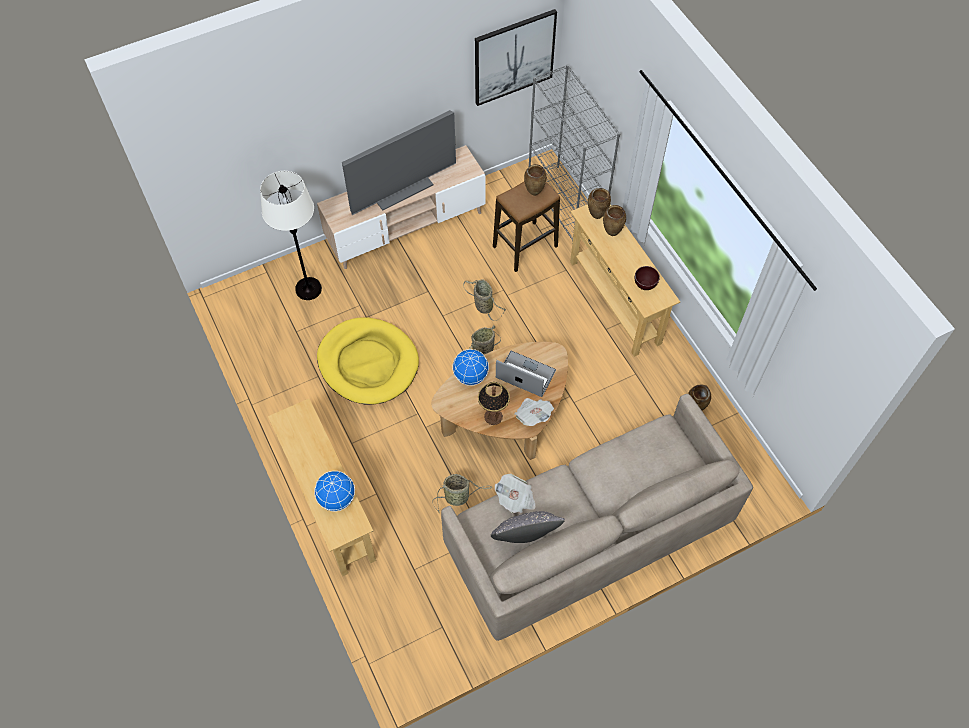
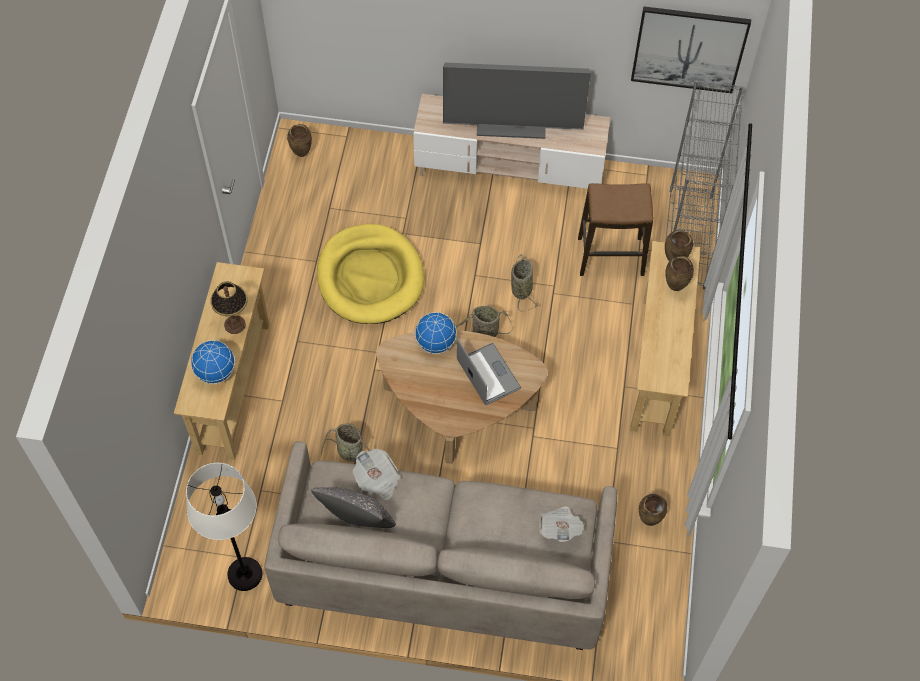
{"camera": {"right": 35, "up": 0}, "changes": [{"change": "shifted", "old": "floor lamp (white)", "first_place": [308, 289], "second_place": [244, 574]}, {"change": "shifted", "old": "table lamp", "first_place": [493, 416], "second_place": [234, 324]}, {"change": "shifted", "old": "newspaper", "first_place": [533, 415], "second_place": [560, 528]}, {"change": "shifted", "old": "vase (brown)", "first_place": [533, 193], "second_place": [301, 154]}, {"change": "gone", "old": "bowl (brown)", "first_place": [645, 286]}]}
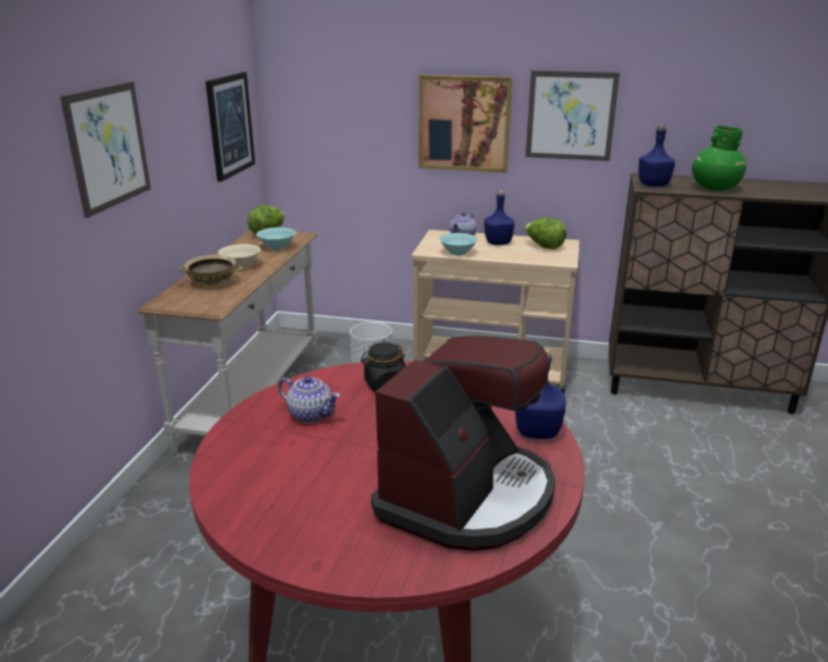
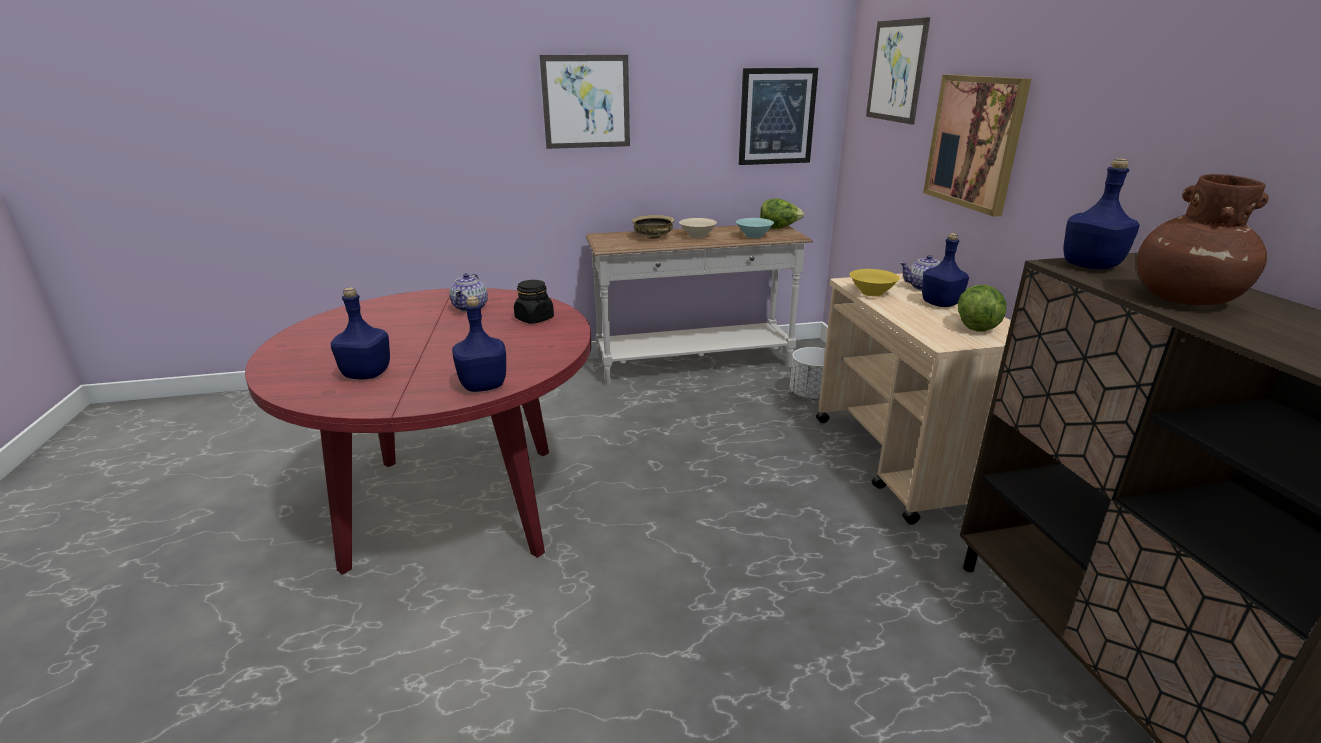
{"camera": {"right": 65, "up": 0}, "changes": [{"change": "swapped", "old": "coffee machine", "new": "bottle (blue)", "first_place": [467, 496], "second_place": [368, 374]}, {"change": "repainted", "old": "bowl (turquoise)", "new": "bowl (yellow)", "first_place": [458, 252], "second_place": [872, 293]}, {"change": "shifted", "old": "picture", "first_place": [570, 116], "second_place": [896, 71]}, {"change": "repainted", "old": "vase (green)", "new": "vase (brown)", "first_place": [714, 188], "second_place": [1183, 298]}]}
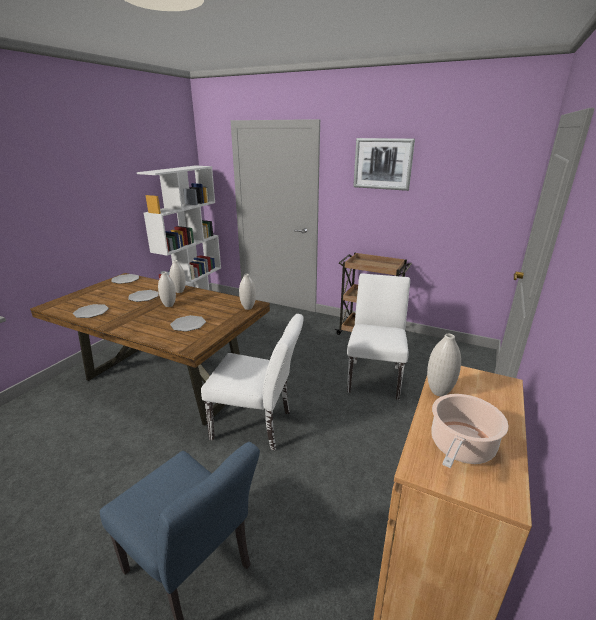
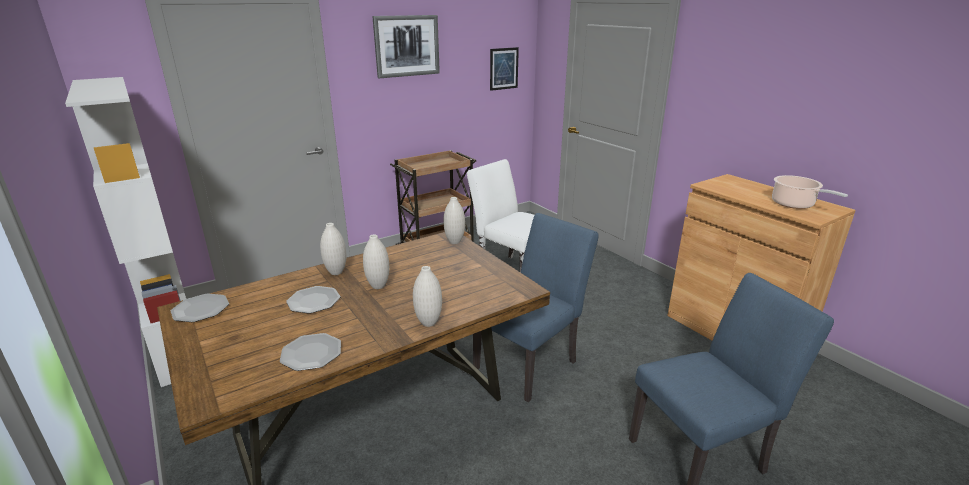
{"camera": {"right": -60, "up": 0}, "changes": [{"change": "gone", "old": "plate", "first_place": [188, 324]}, {"change": "repainted", "old": "chair (white)", "new": "chair (blue)", "first_place": [258, 426], "second_place": [531, 362]}, {"change": "shifted", "old": "vase (white)", "first_place": [439, 392], "second_place": [428, 323]}, {"change": "new", "new": "picture", "second_place": [504, 68]}]}
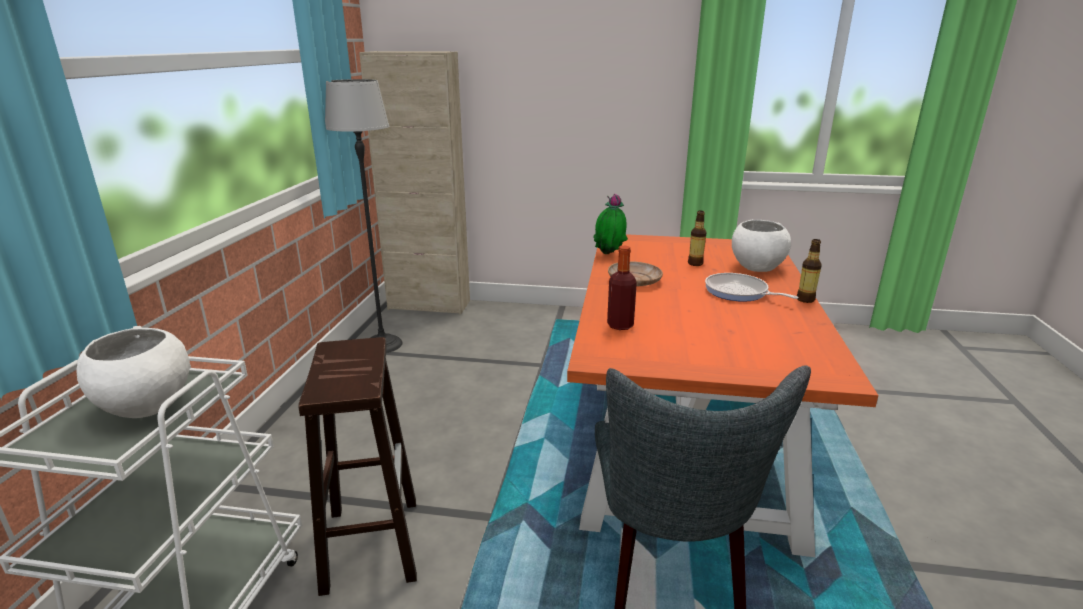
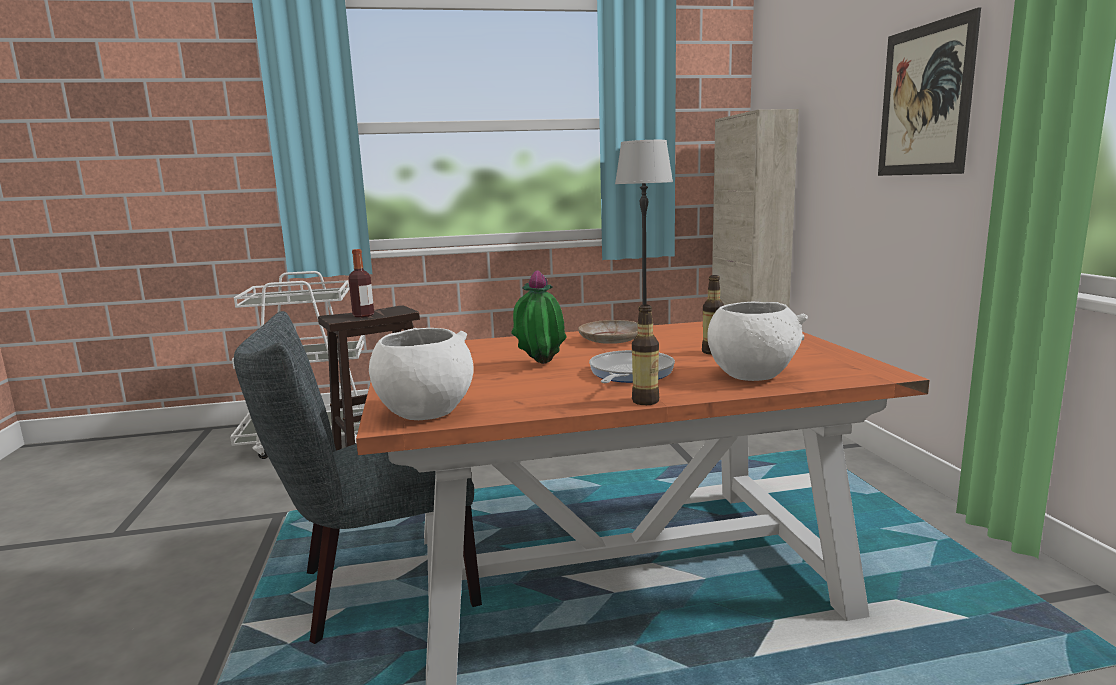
{"camera": {"right": 70, "up": -10}, "changes": [{"change": "shifted", "old": "bowl (white)", "first_place": [146, 406], "second_place": [425, 412]}, {"change": "shifted", "old": "potted plant", "first_place": [609, 255], "second_place": [539, 365]}, {"change": "shifted", "old": "bottle", "first_place": [620, 325], "second_place": [363, 315]}, {"change": "new", "new": "picture", "second_place": [925, 100]}]}
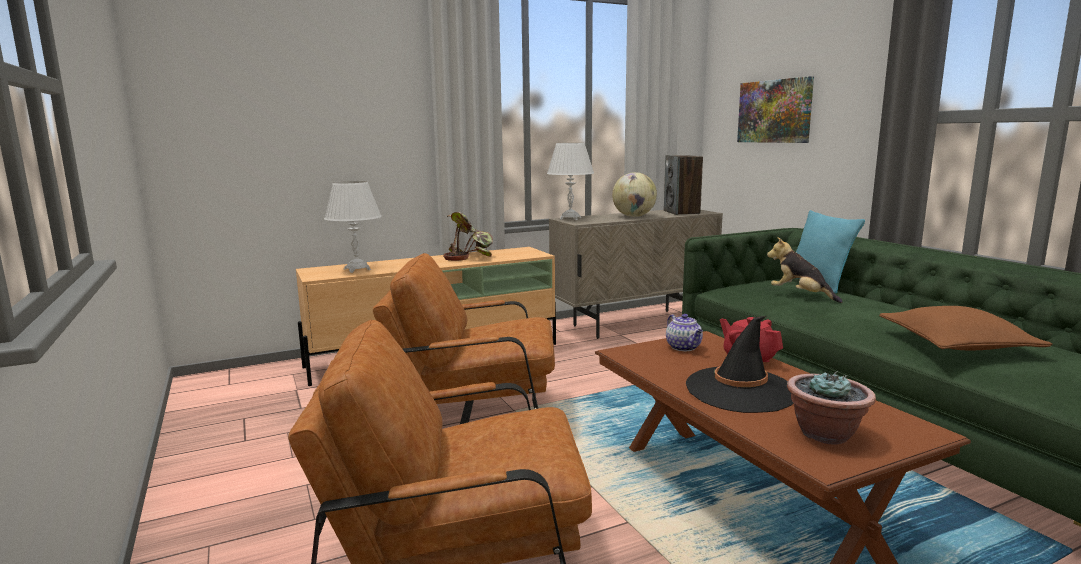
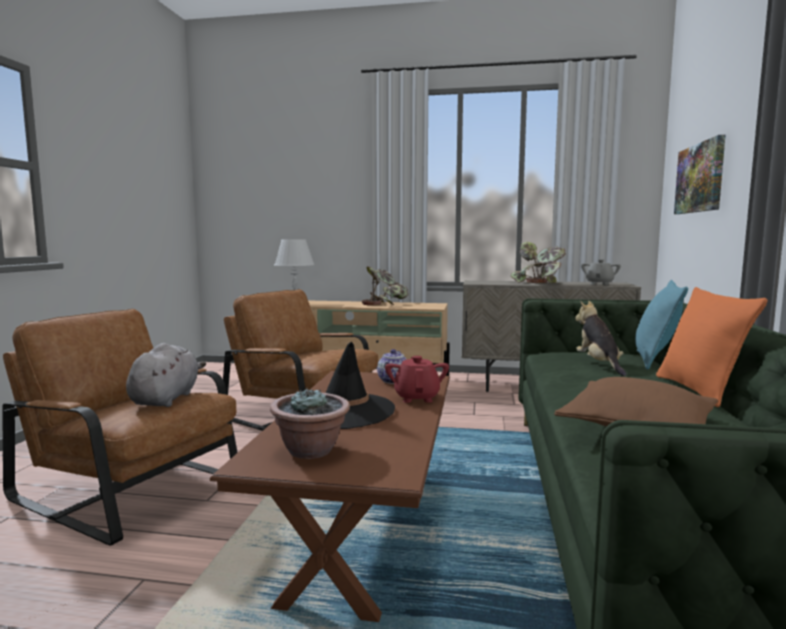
{"camera": {"right": 35, "up": -5}, "changes": [{"change": "gone", "old": "table lamp (white)", "first_place": [570, 219]}, {"change": "swapped", "old": "globe", "new": "potted plant", "first_place": [634, 216], "second_place": [539, 283]}, {"change": "swapped", "old": "speaker", "new": "teapot (grey)", "first_place": [682, 212], "second_place": [599, 284]}, {"change": "new", "new": "plush toy (grey)", "second_place": [166, 399]}, {"change": "new", "new": "pillow (orange)", "second_place": [699, 390]}]}
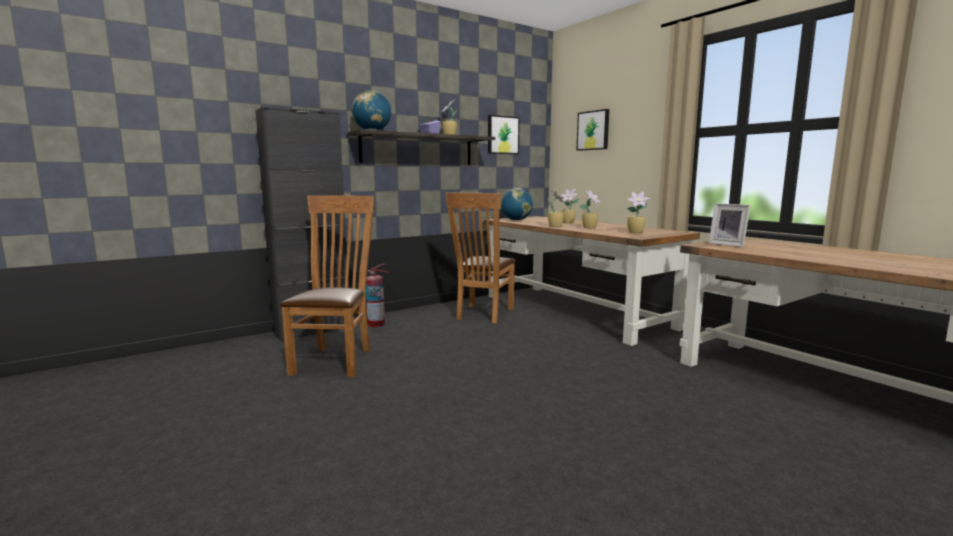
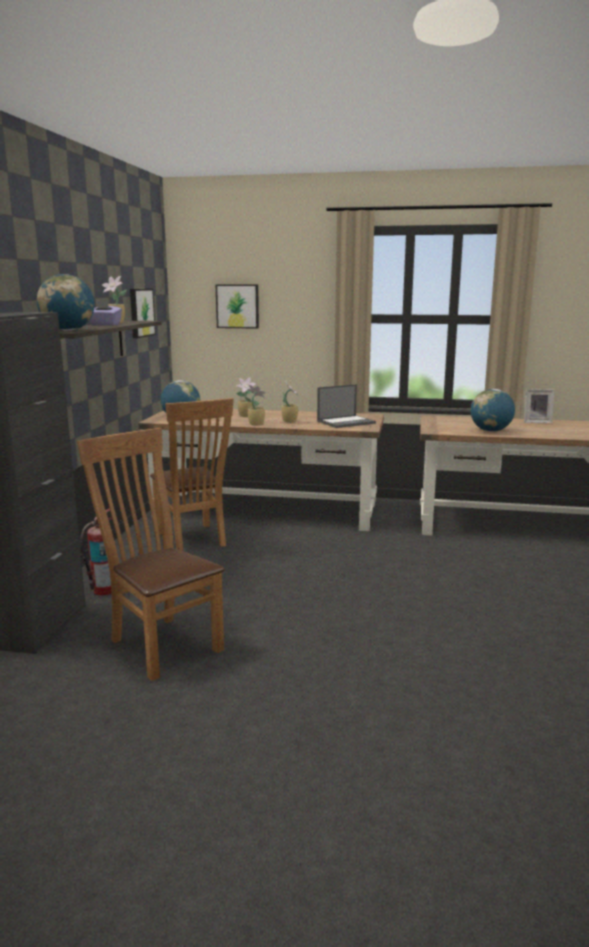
{"camera": {"right": -45, "up": 5}, "changes": [{"change": "swapped", "old": "potted plant", "new": "laptop", "first_place": [636, 232], "second_place": [346, 422]}, {"change": "shifted", "old": "picture frame", "first_place": [728, 244], "second_place": [536, 422]}, {"change": "new", "new": "globe", "second_place": [490, 431]}]}
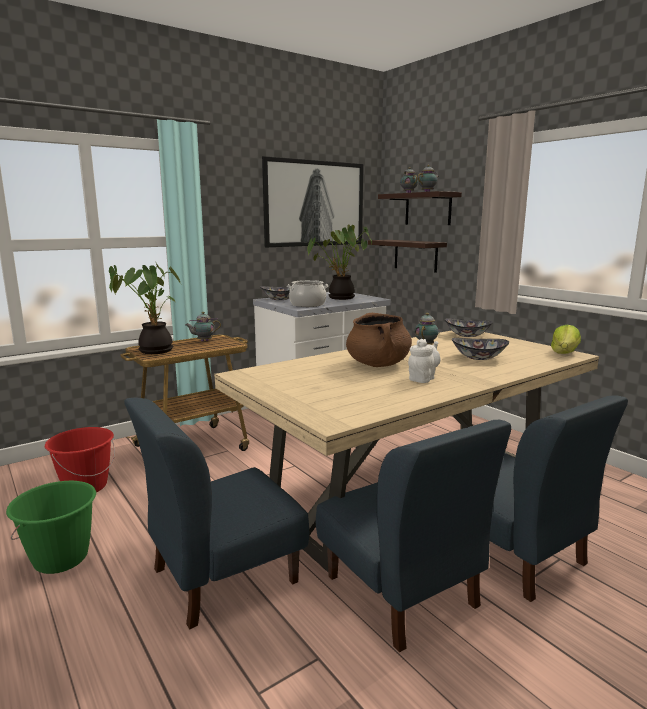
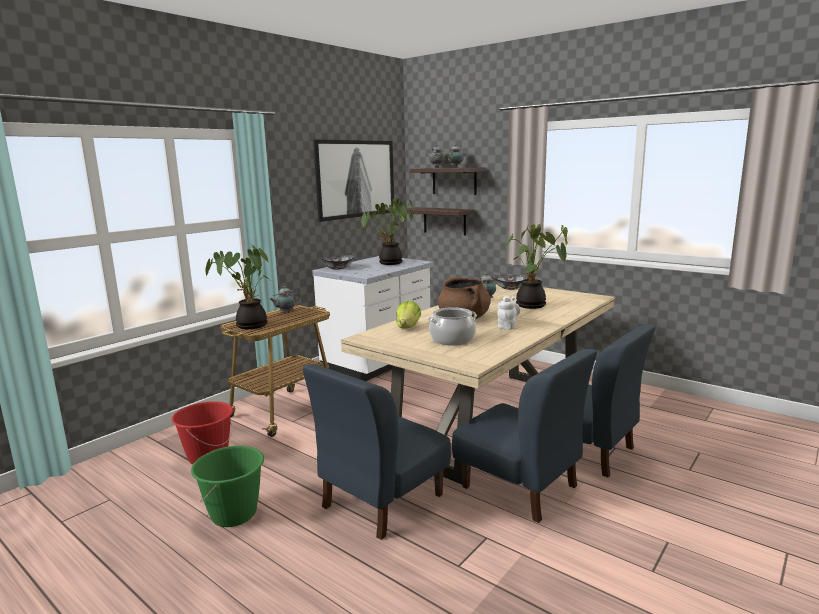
{"camera": {"right": -15, "up": 0}, "changes": [{"change": "shifted", "old": "cooking pot", "first_place": [307, 304], "second_place": [452, 340]}, {"change": "swapped", "old": "bowl", "new": "potted plant", "first_place": [478, 357], "second_place": [533, 306]}, {"change": "shifted", "old": "lettuce", "first_place": [564, 353], "second_place": [408, 327]}]}
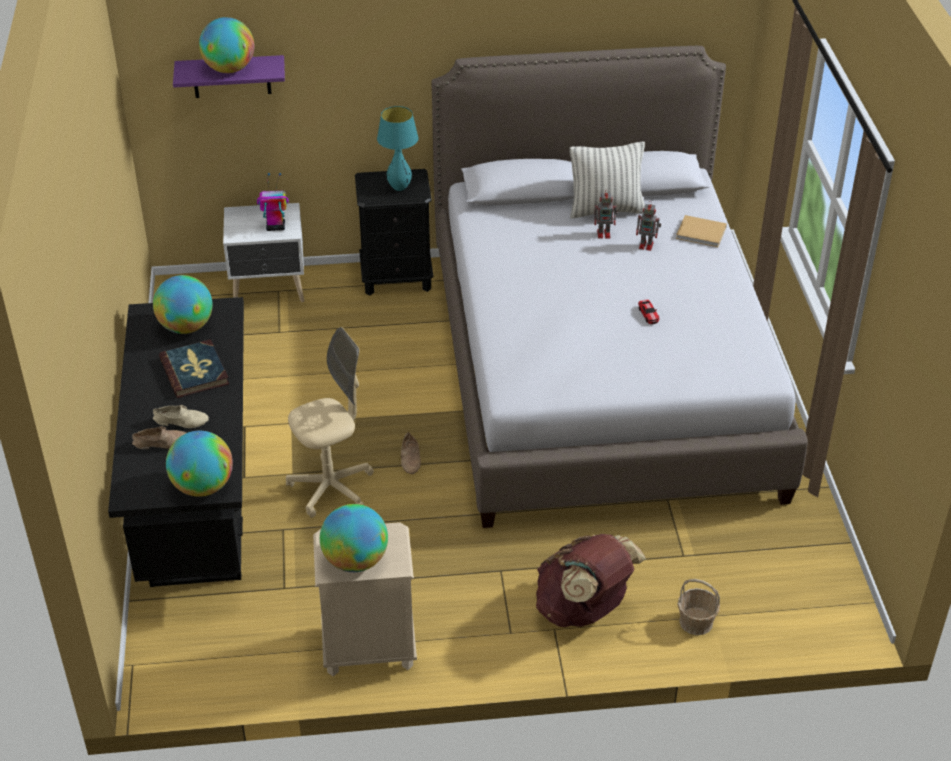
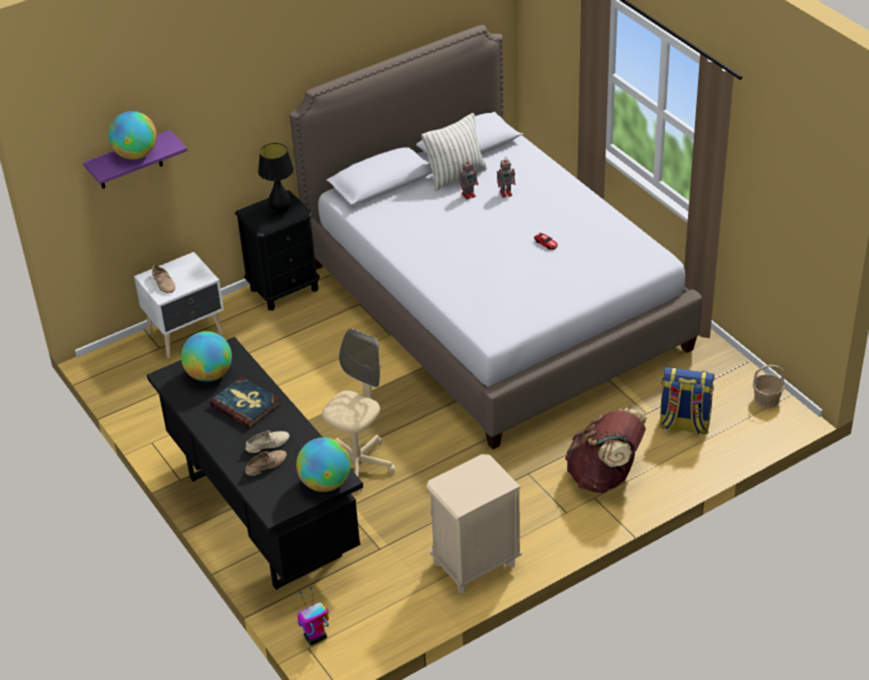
{"camera": {"right": -25, "up": 0}, "changes": [{"change": "shifted", "old": "toy robot", "first_place": [275, 227], "second_place": [315, 638]}, {"change": "gone", "old": "globe", "first_place": [355, 560]}, {"change": "repainted", "old": "table lamp (turquoise)", "new": "table lamp (black)", "first_place": [399, 187], "second_place": [280, 211]}, {"change": "shifted", "old": "shoe (beige)", "first_place": [411, 458], "second_place": [164, 283]}, {"change": "gone", "old": "book (beige)", "first_place": [702, 233]}, {"change": "shifted", "old": "basket", "first_place": [696, 622], "second_place": [767, 399]}, {"change": "new", "new": "backpack", "second_place": [684, 424]}]}
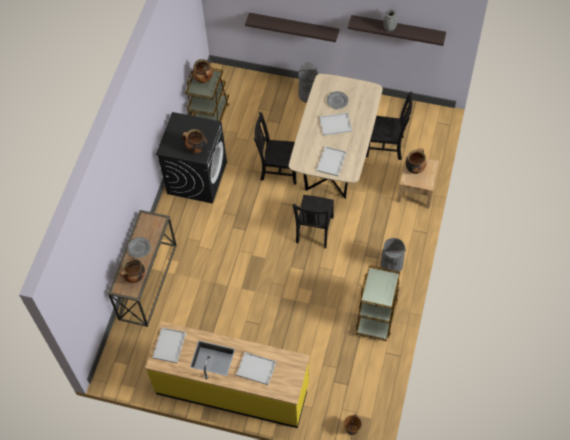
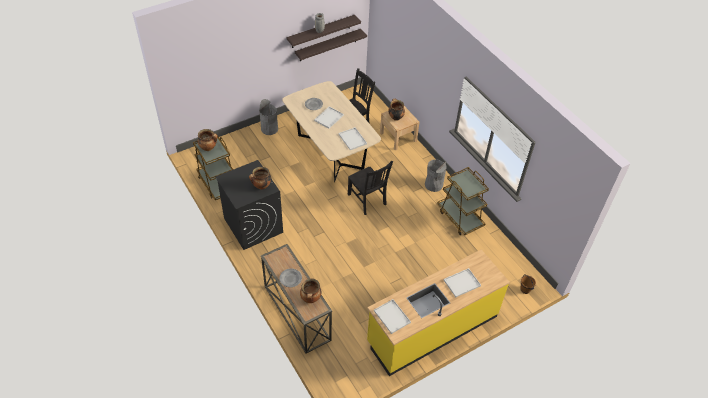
{"camera": {"right": -50, "up": -10}, "changes": [{"change": "shifted", "old": "shelf", "first_place": [294, 26], "second_place": [328, 45]}, {"change": "gone", "old": "chair (black)", "first_place": [278, 169]}]}
